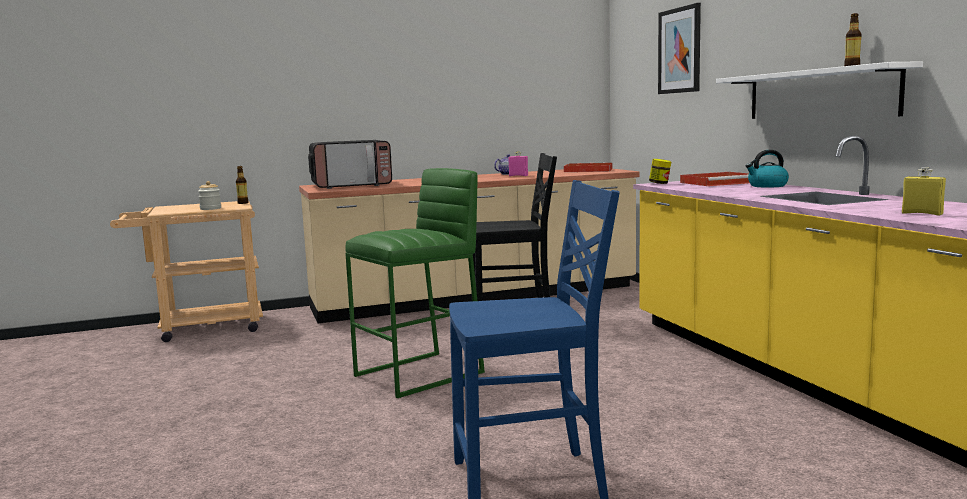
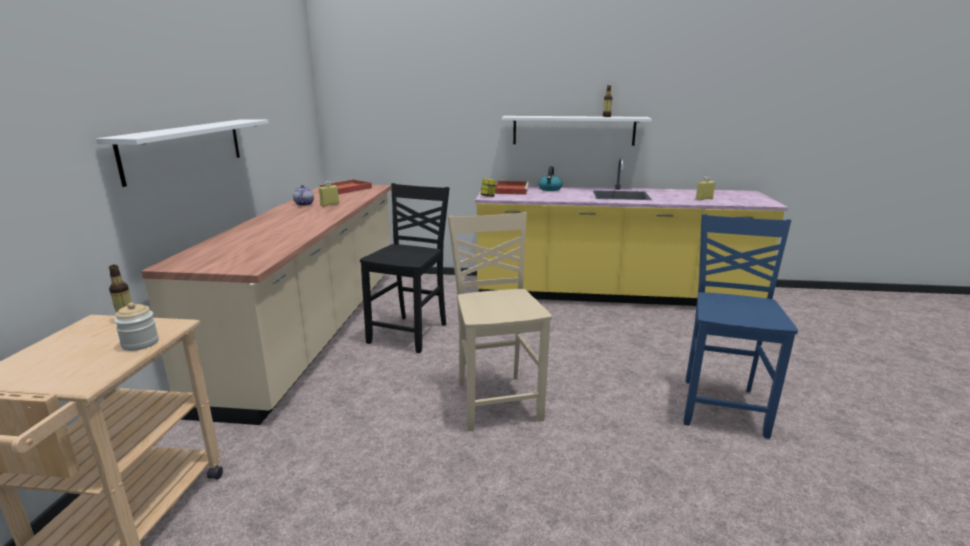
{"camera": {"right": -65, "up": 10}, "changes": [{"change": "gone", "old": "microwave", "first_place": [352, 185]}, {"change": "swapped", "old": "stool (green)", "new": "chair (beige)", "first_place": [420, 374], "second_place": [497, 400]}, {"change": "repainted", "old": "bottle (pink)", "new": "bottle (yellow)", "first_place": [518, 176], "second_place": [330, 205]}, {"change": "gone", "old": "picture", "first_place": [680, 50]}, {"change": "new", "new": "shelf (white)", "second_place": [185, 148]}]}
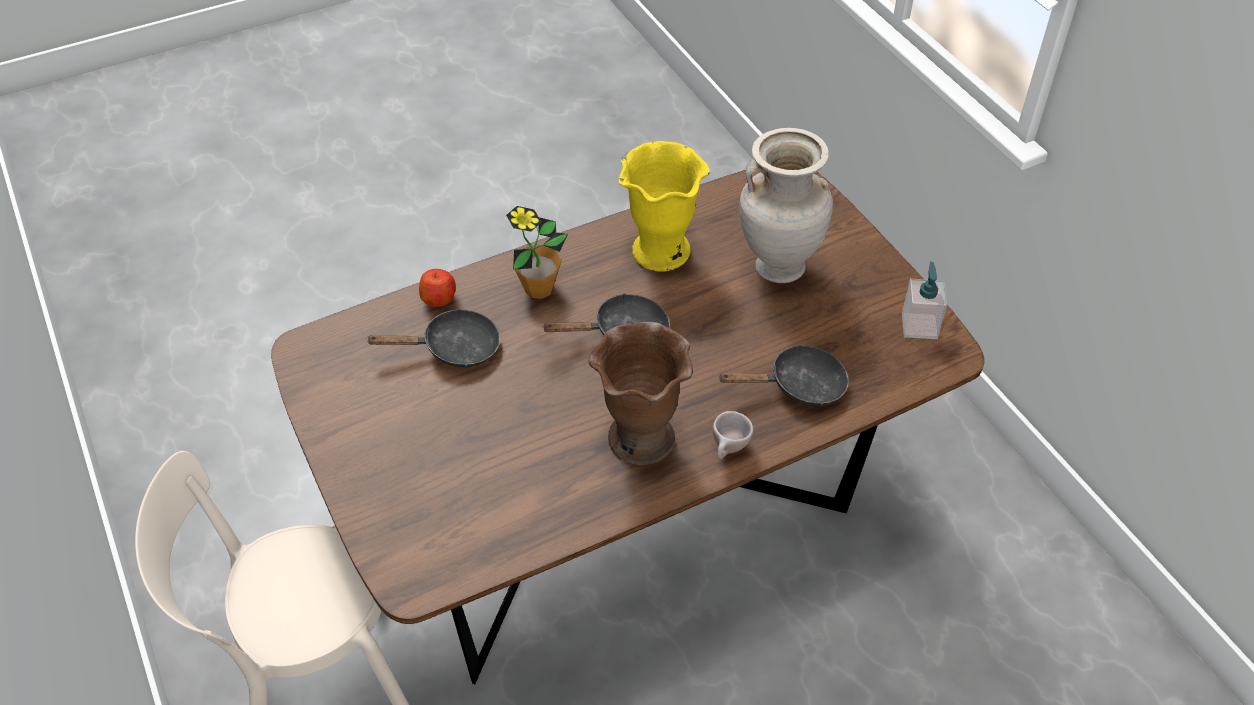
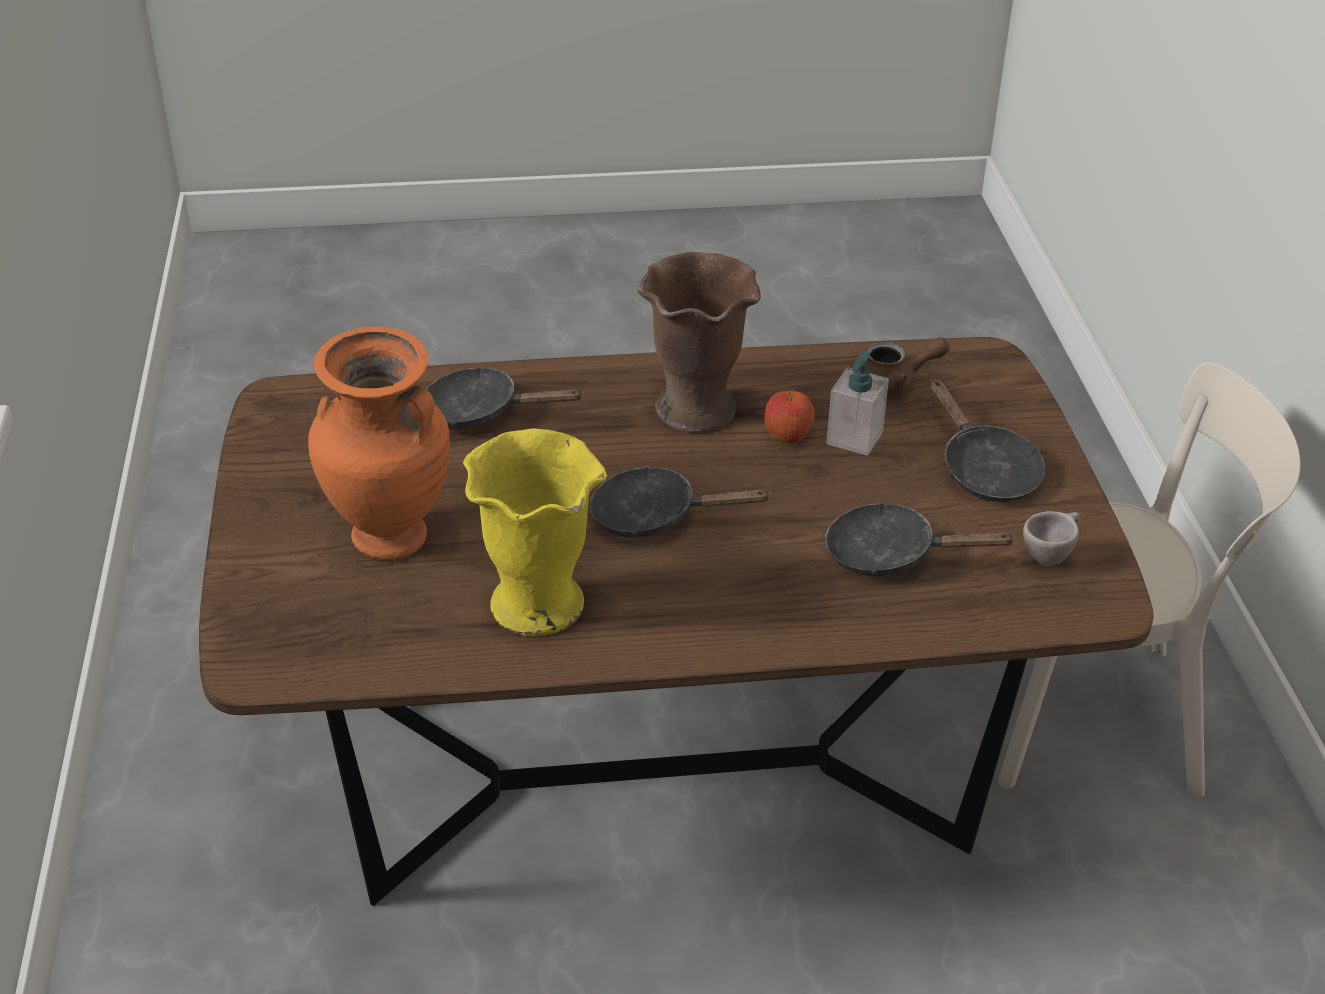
{"camera": {"right": -160, "up": -10}, "changes": [{"change": "shifted", "old": "apple", "first_place": [439, 298], "second_place": [787, 434]}, {"change": "gone", "old": "potted plant", "first_place": [539, 289]}, {"change": "shifted", "old": "cup (beige)", "first_place": [729, 450], "second_place": [1050, 555]}, {"change": "repainted", "old": "vase (beige)", "new": "vase (orange)", "first_place": [778, 266], "second_place": [389, 541]}, {"change": "shifted", "old": "soap dispenser", "first_place": [919, 326], "second_place": [854, 438]}, {"change": "new", "new": "teapot (brown)", "second_place": [893, 384]}, {"change": "new", "new": "frying pan (black)", "second_place": [984, 470]}]}
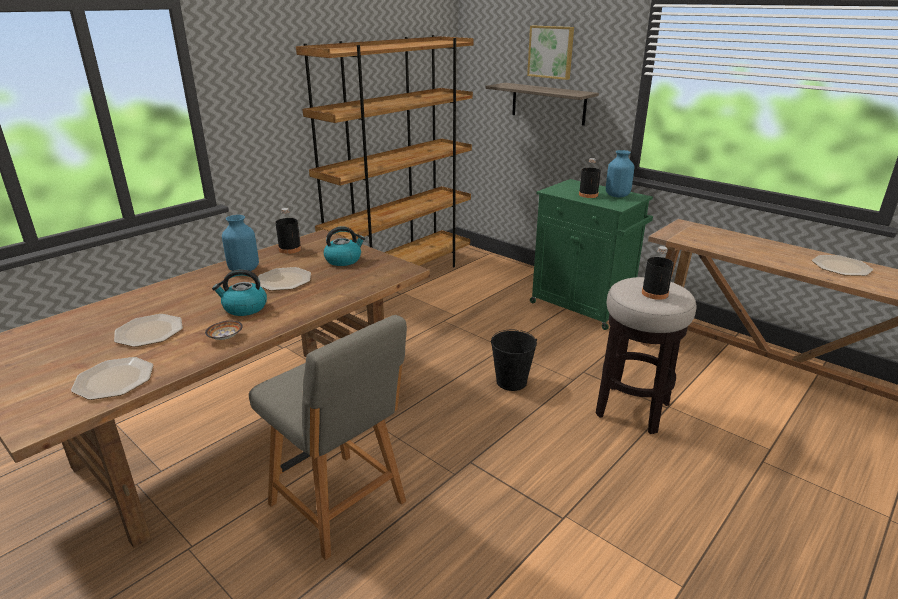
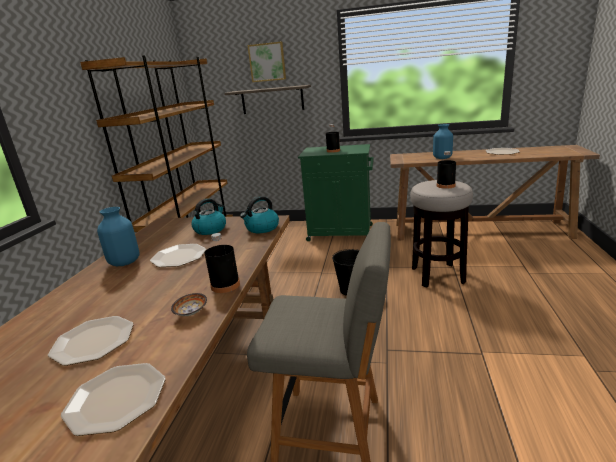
{"camera": {"right": -30, "up": -5}, "changes": [{"change": "shifted", "old": "kettle", "first_place": [244, 308], "second_place": [262, 228]}, {"change": "shifted", "old": "bottle (black)", "first_place": [290, 249], "second_place": [225, 285]}, {"change": "shifted", "old": "vase (blue)", "first_place": [617, 195], "second_place": [442, 158]}]}
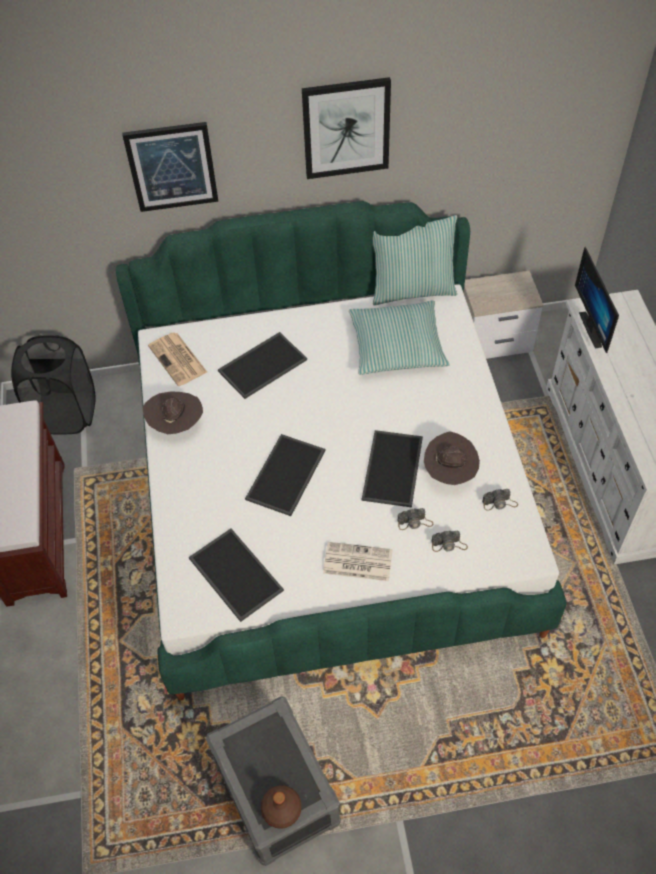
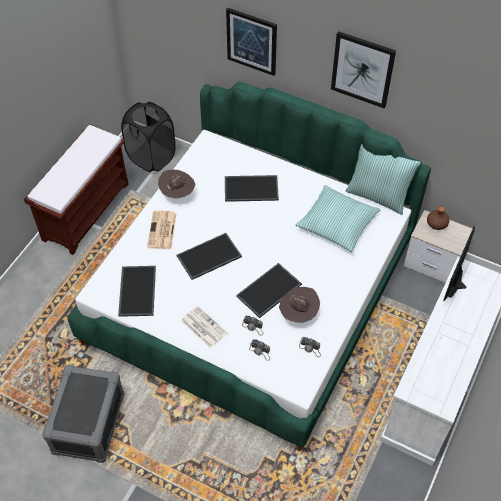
{"camera": {"right": 35, "up": 0}, "changes": [{"change": "shifted", "old": "newspaper", "first_place": [178, 360], "second_place": [162, 231]}, {"change": "shifted", "old": "bottle (brown)", "first_place": [282, 809], "second_place": [437, 223]}]}
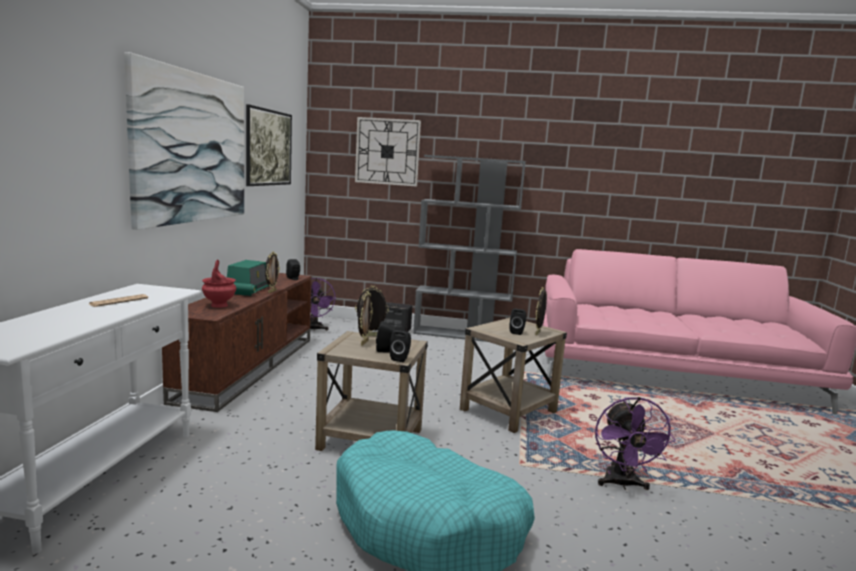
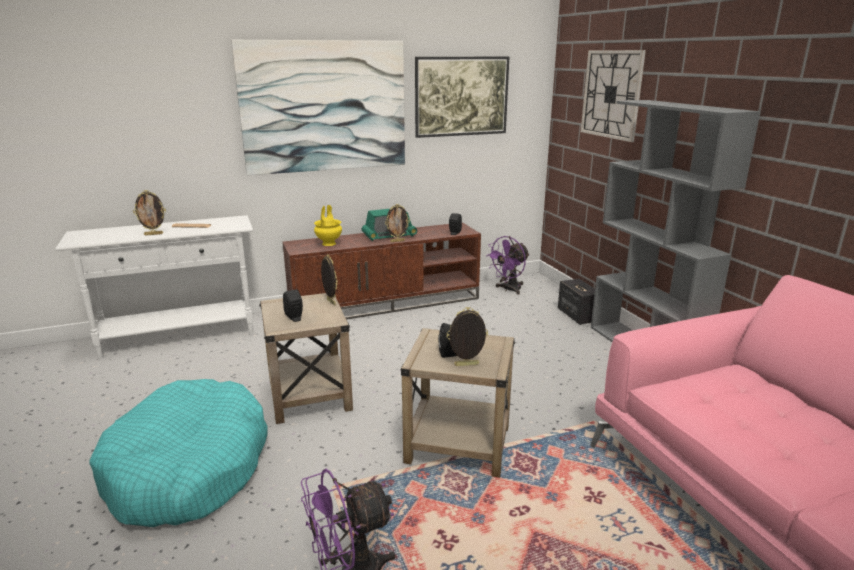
{"camera": {"right": 60, "up": 10}, "changes": [{"change": "repainted", "old": "vase (red)", "new": "vase (yellow)", "first_place": [219, 305], "second_place": [329, 243]}, {"change": "shifted", "old": "picture frame", "first_place": [363, 342], "second_place": [154, 234]}, {"change": "gone", "old": "speaker (black)", "first_place": [401, 358]}]}
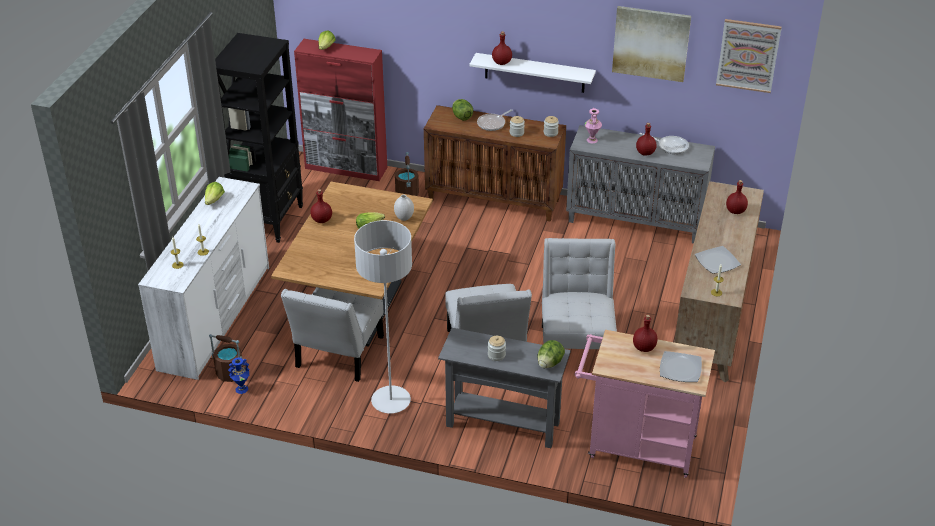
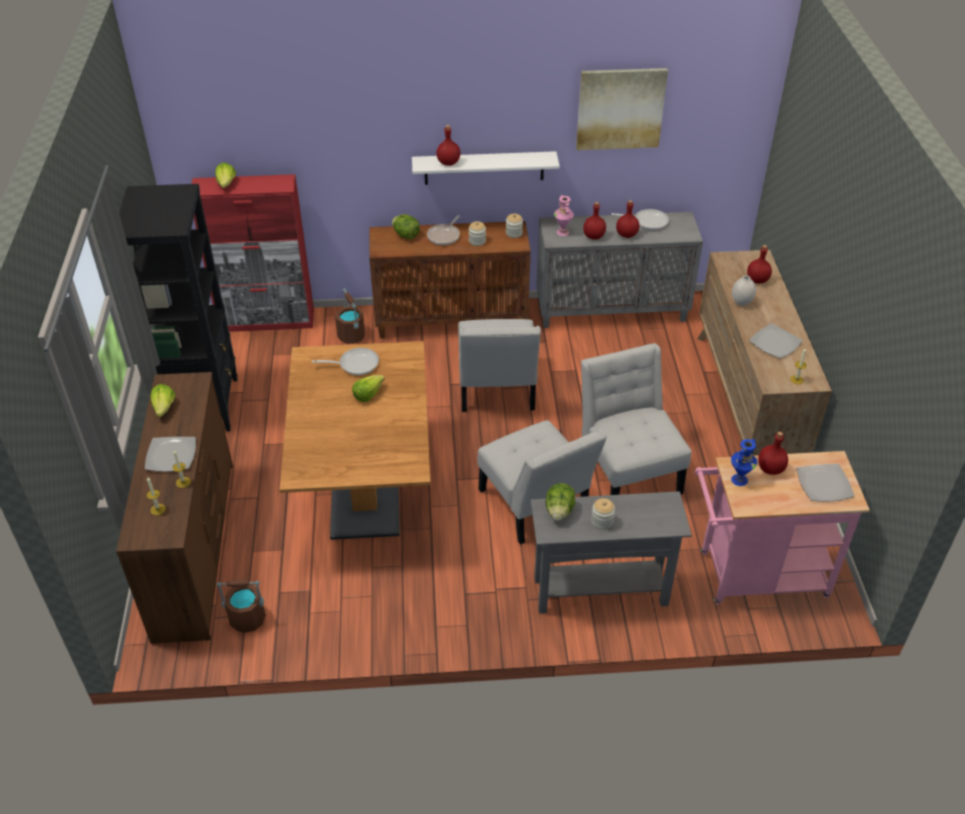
{"camera": {"right": -20, "up": 5}, "changes": [{"change": "repainted", "old": "dresser (white)", "new": "dresser (brown)", "first_place": [216, 317], "second_place": [196, 548]}, {"change": "shifted", "old": "vase (blue)", "first_place": [241, 389], "second_place": [739, 479]}, {"change": "shifted", "old": "chair (white)", "first_place": [337, 355], "second_place": [496, 390]}, {"change": "shifted", "old": "bottle (red)", "first_place": [321, 220], "second_place": [593, 236]}, {"change": "gone", "old": "floor lamp (grey)", "first_place": [391, 401]}, {"change": "shifted", "old": "vase (white)", "first_place": [404, 218], "second_place": [741, 302]}, {"change": "shifted", "old": "lettuce", "first_place": [549, 363], "second_place": [559, 511]}, {"change": "gone", "old": "picture", "first_place": [748, 55]}, {"change": "new", "new": "plate", "second_place": [172, 455]}, {"change": "new", "new": "frying pan", "second_place": [355, 364]}]}
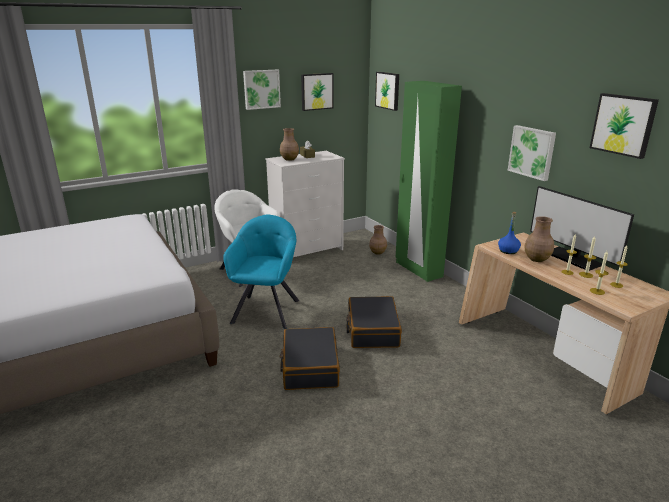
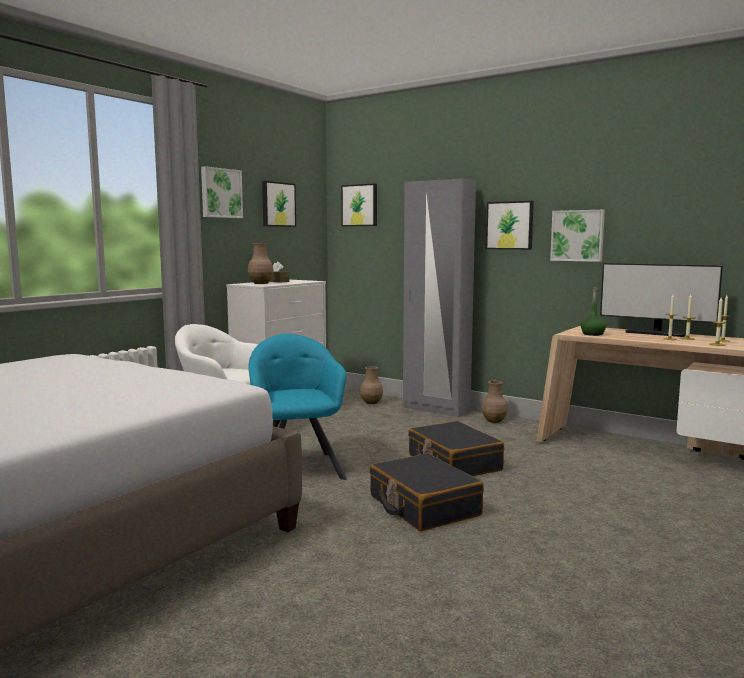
{"camera": {"right": -25, "up": -15}, "changes": [{"change": "repainted", "old": "wardrobe (green)", "new": "wardrobe (grey)", "first_place": [418, 269], "second_place": [436, 409]}, {"change": "repainted", "old": "bottle (blue)", "new": "bottle (green)", "first_place": [508, 251], "second_place": [593, 334]}, {"change": "shifted", "old": "vase (brown)", "first_place": [536, 259], "second_place": [494, 421]}, {"change": "shifted", "old": "picture", "first_place": [623, 125], "second_place": [510, 225]}]}
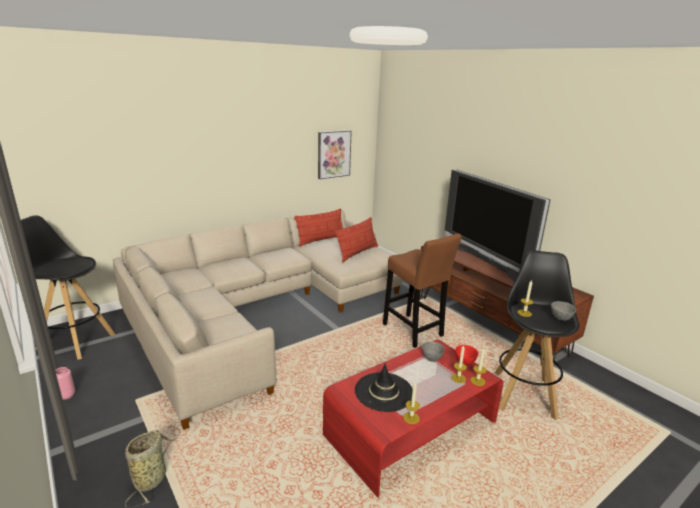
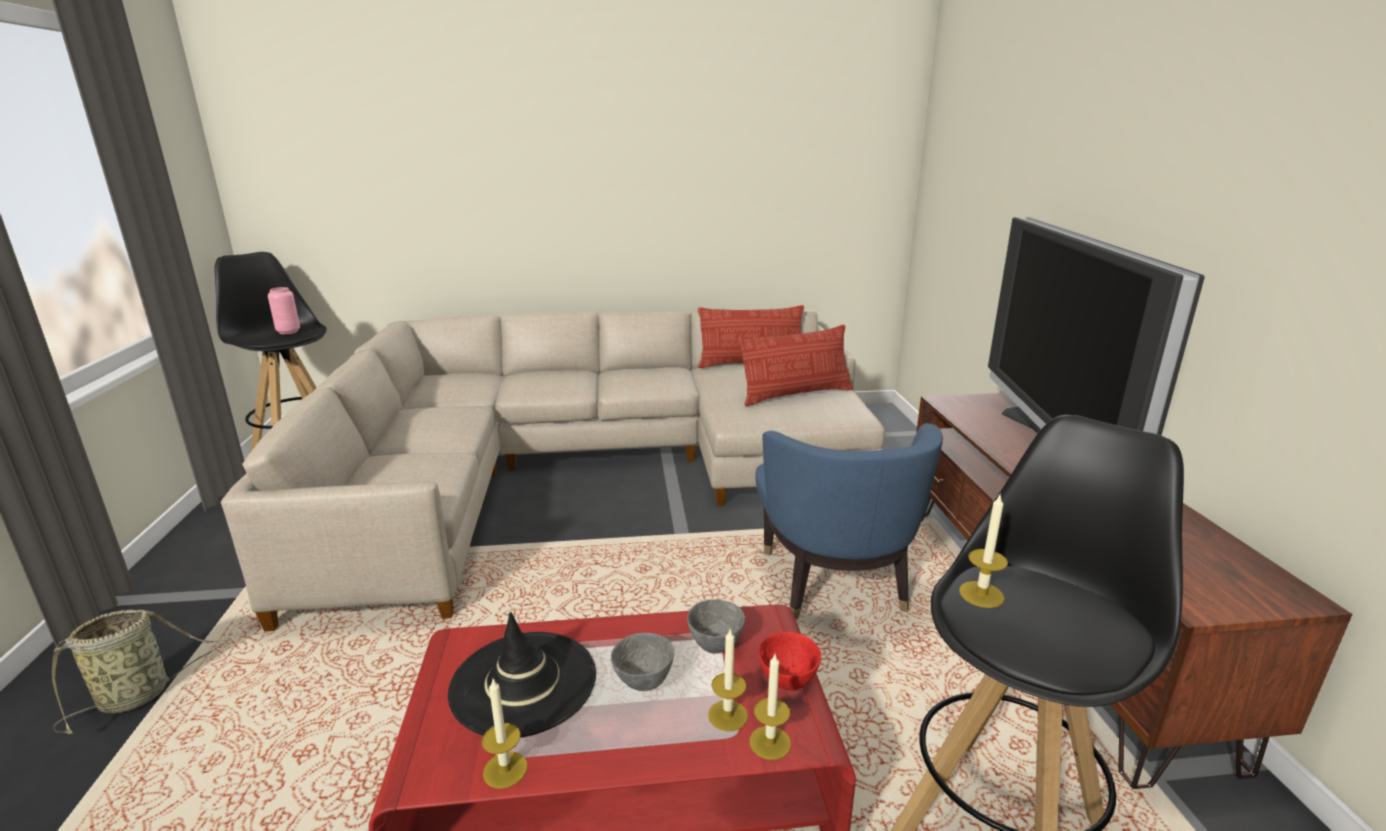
{"camera": {"right": 30, "up": 0}, "changes": [{"change": "shifted", "old": "vase (pink)", "first_place": [67, 395], "second_place": [288, 332]}, {"change": "gone", "old": "picture", "first_place": [333, 154]}, {"change": "swapped", "old": "stool (brown)", "new": "armchair (blue)", "first_place": [414, 332], "second_place": [833, 584]}, {"change": "shifted", "old": "bowl (grey)", "first_place": [561, 319], "second_place": [644, 683]}]}
